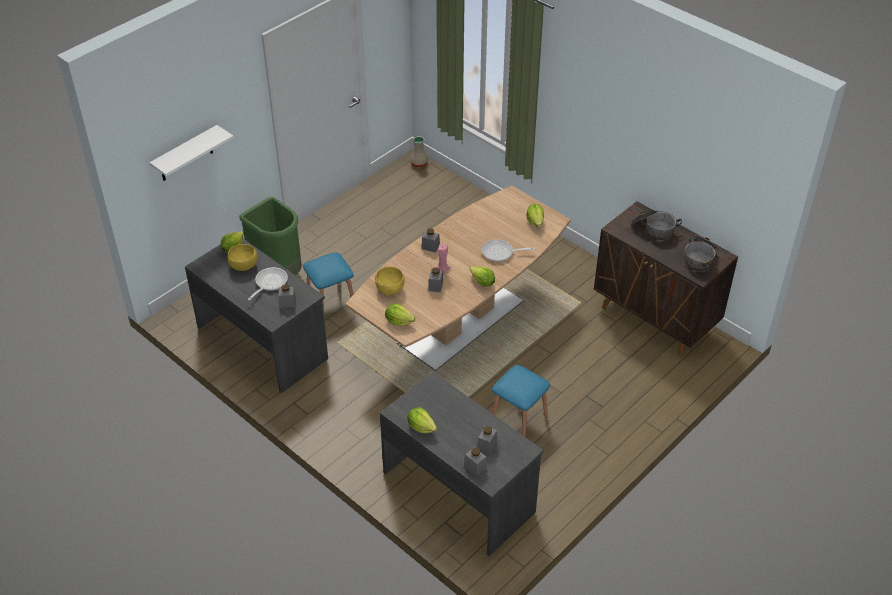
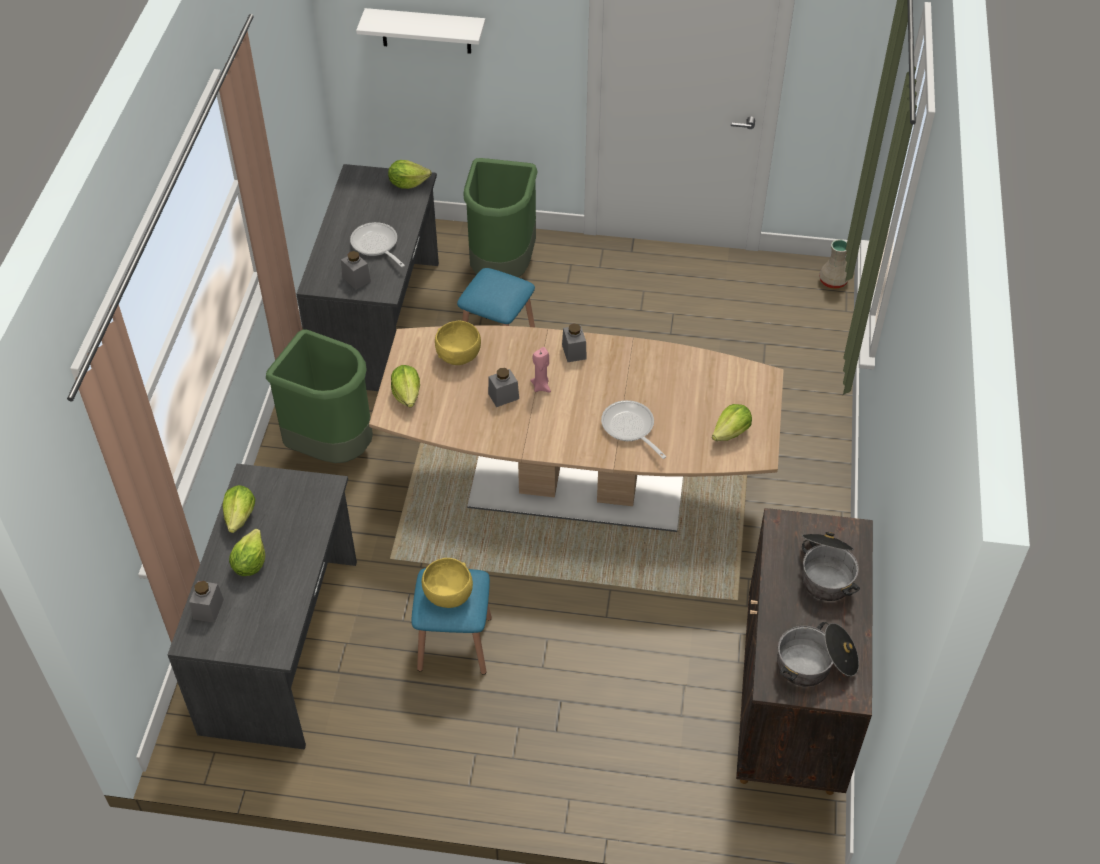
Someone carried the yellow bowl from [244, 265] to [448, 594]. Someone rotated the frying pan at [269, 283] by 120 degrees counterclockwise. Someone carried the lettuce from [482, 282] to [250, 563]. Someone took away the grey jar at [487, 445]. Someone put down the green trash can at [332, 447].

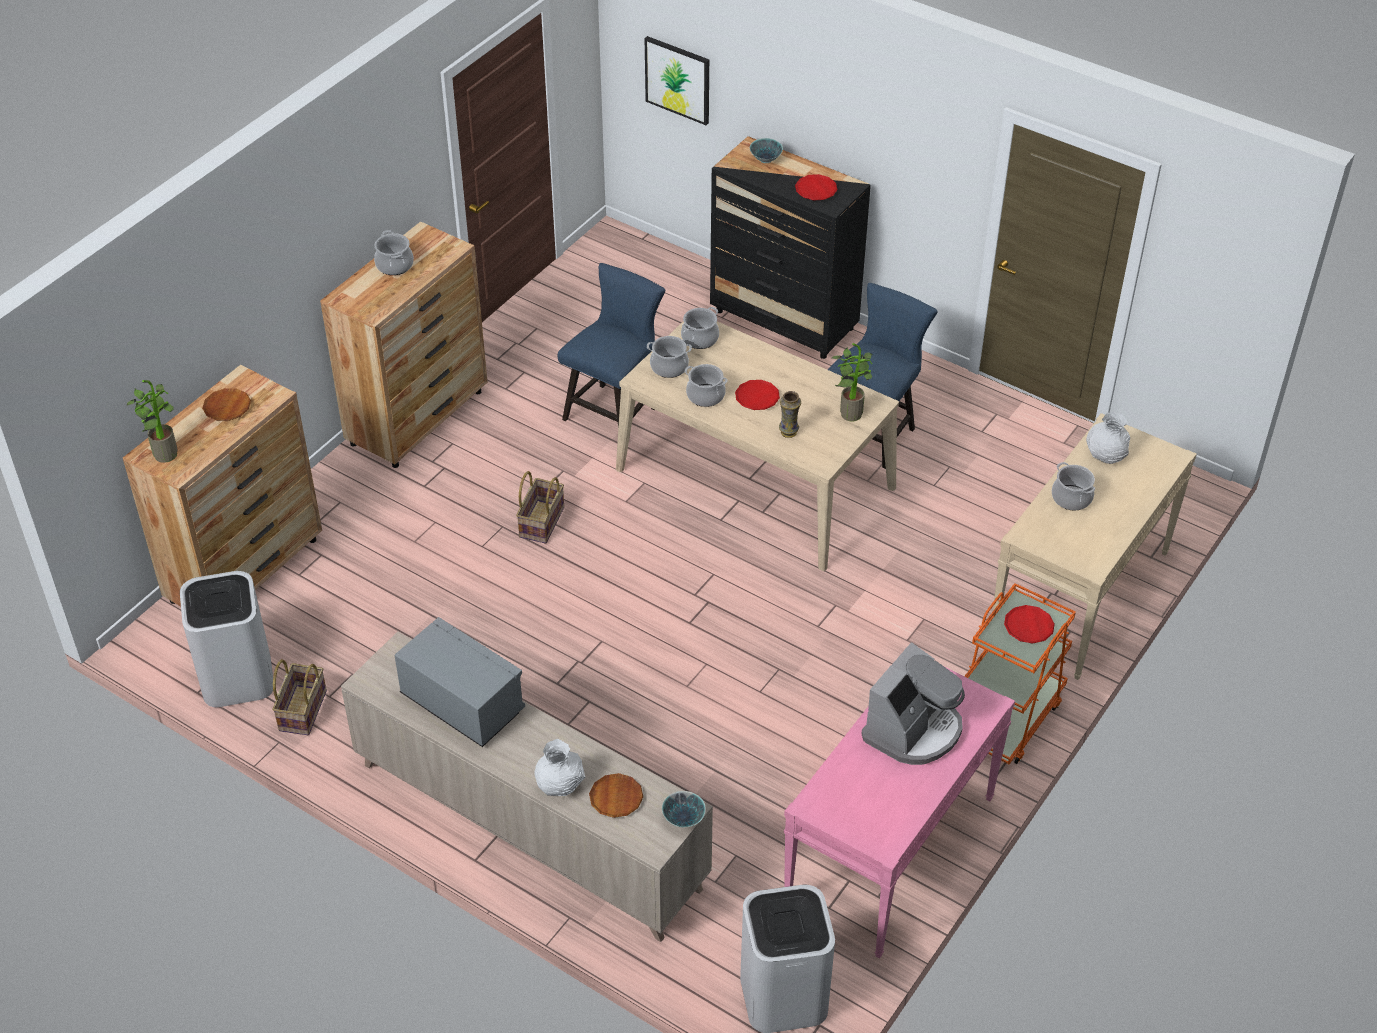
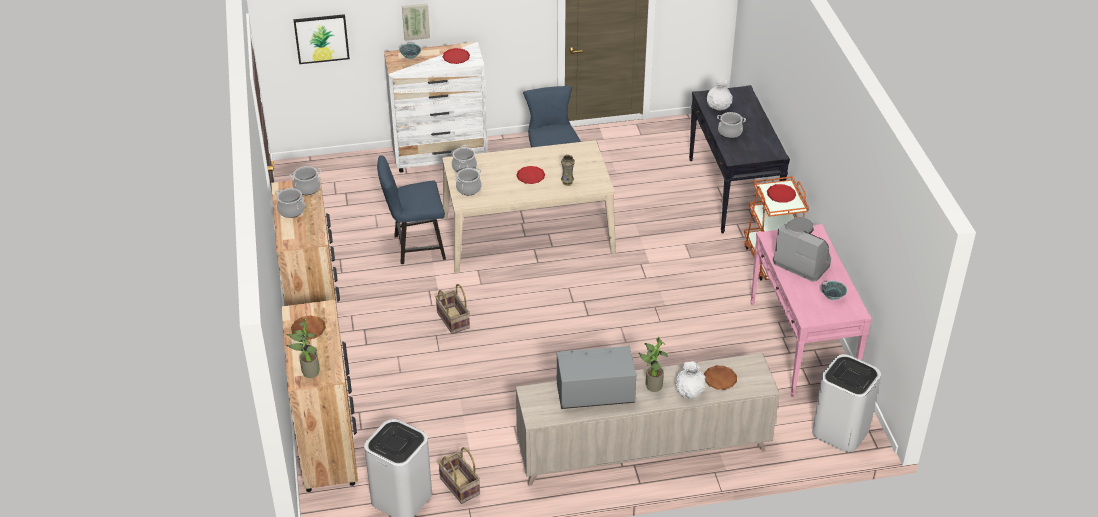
Someone rotated the blue chair at [615, 410] by 90 degrees counterclockwise. Someone carried the bowl from [683, 820] to [832, 297]. Someone carried the cooking pot from [705, 396] to [307, 188]. Someone repainted the black dresser at [784, 321], which became the white dresser at [440, 157]. Someone carried the potted plant from [850, 412] to [651, 385]. Someone rotated the coffee machine at [913, 730] by 45 degrees counterclockwise. Someone repainted the beige console table at [1080, 595], which became the black console table at [733, 192]. Someone put up the picture at [415, 21].

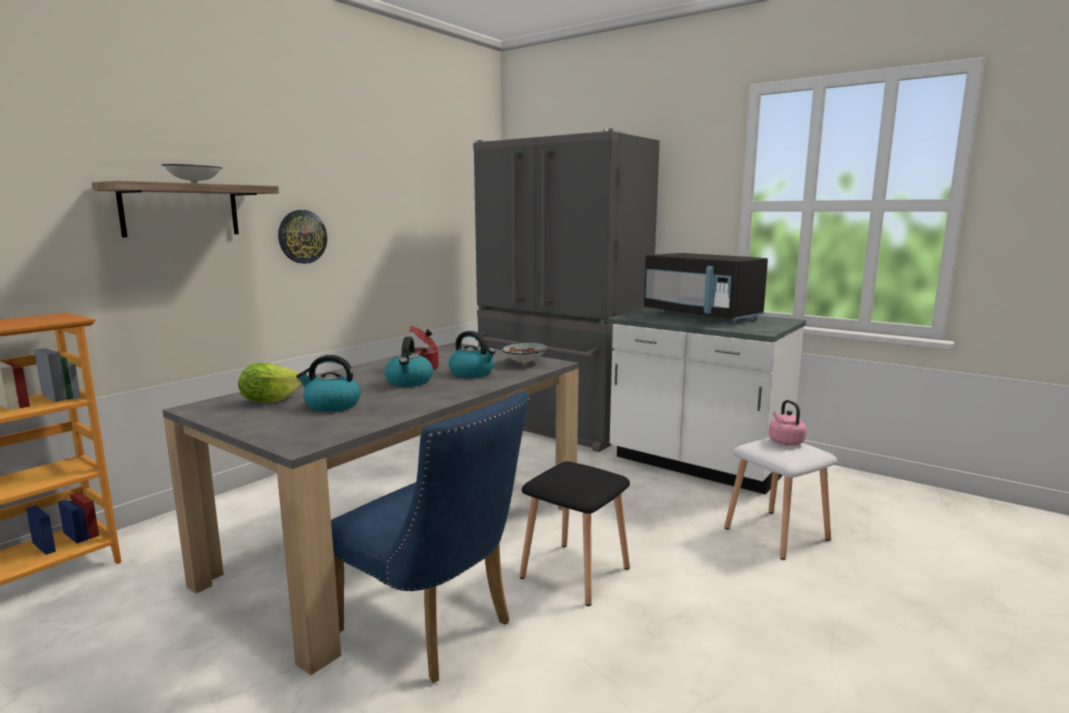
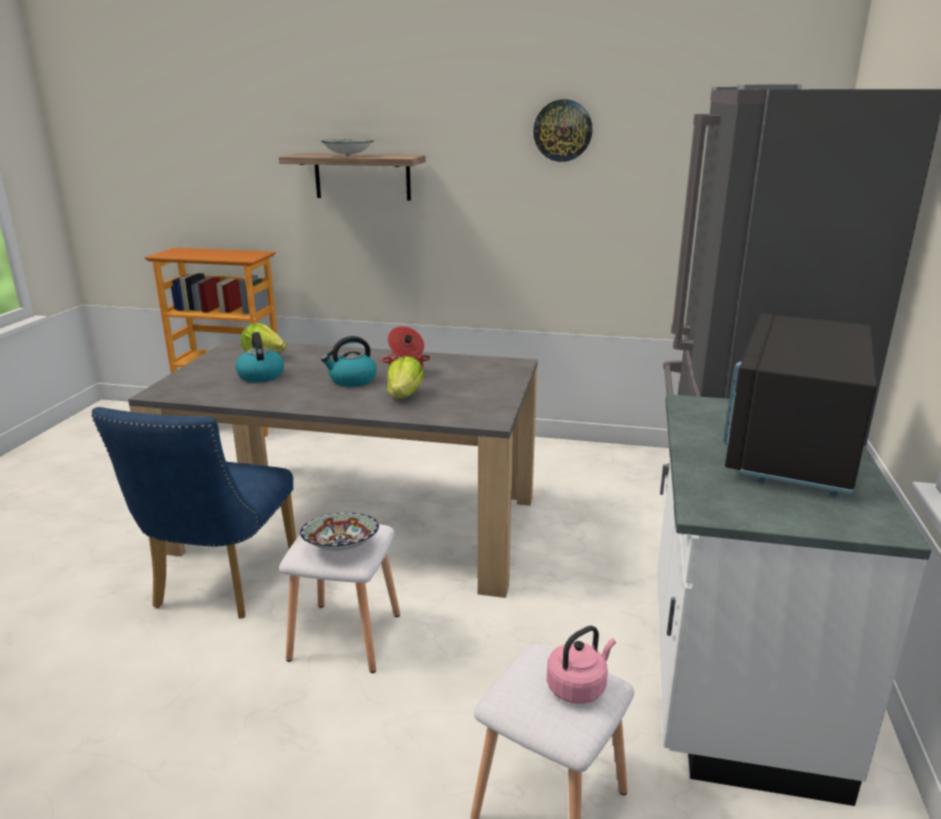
Someone carried the wall clock from [302, 236] to [562, 130]. Someone swapped the kettle at [472, 373] for the lettuce at [405, 395]. Someone carried the bowl from [525, 363] to [341, 547]. Someone repainted the black stool at [573, 572], which became the white stool at [345, 635].

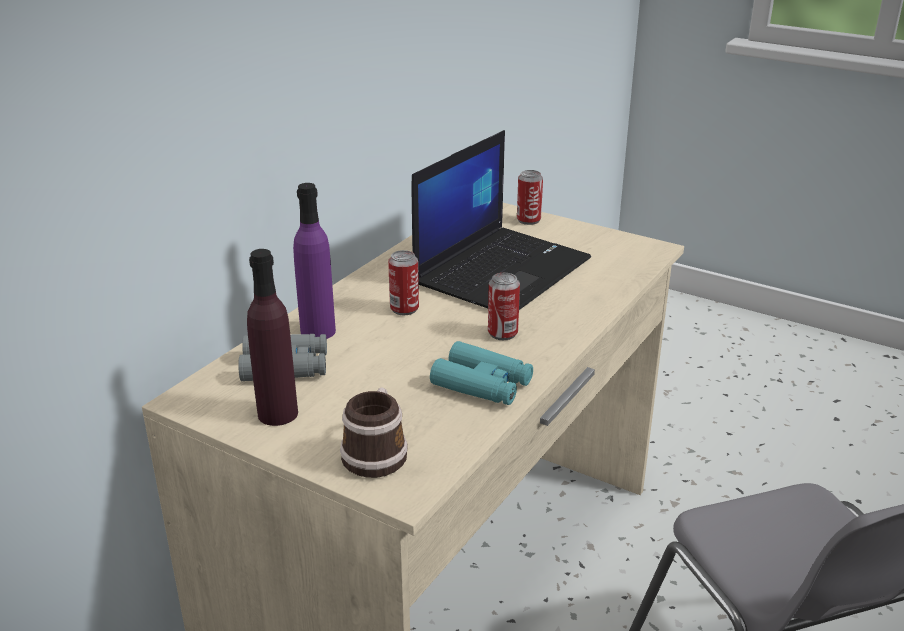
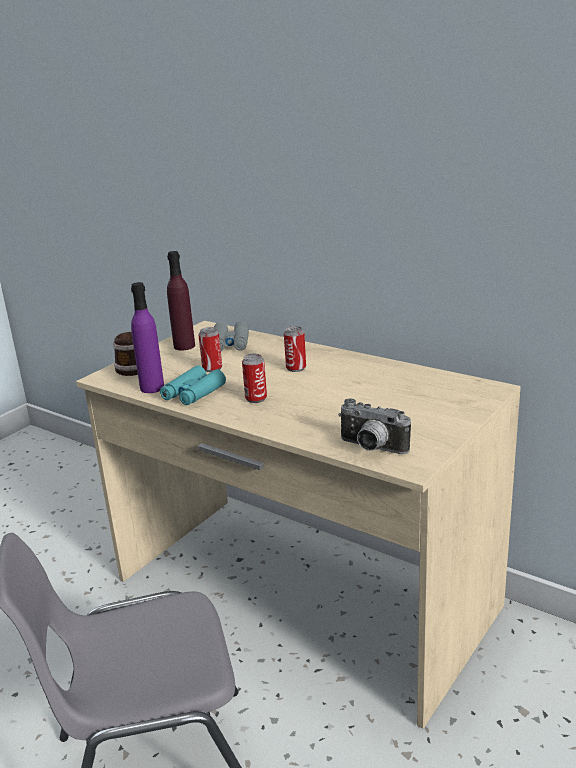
Someone carried the purple bottle from [318, 331] to [152, 388]. Someone took away the laptop at [502, 270]. Someone carried the can from [528, 220] to [212, 368]. Someone put down the photo camera at [371, 448].

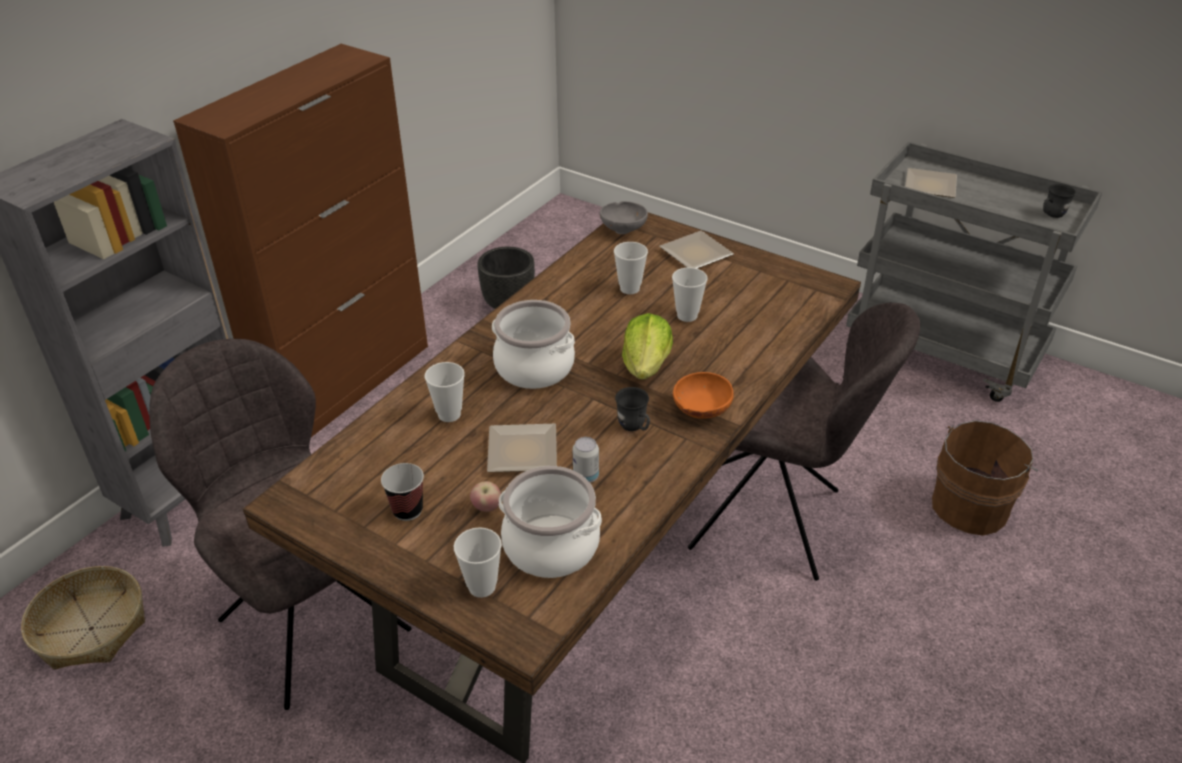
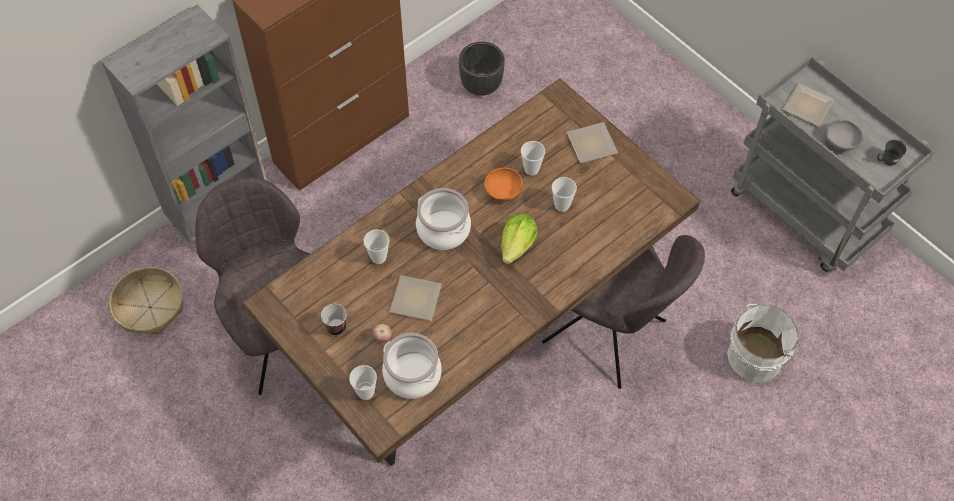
Someone took away the can at [586, 476]. Someone carried the grey bowl from [624, 229] to [840, 142]. Someone took away the grey mug at [635, 427]. Someone carried the orange bowl from [700, 410] to [502, 191]. Someone repainted the brown bucket at [972, 505], which became the white bucket at [757, 356].

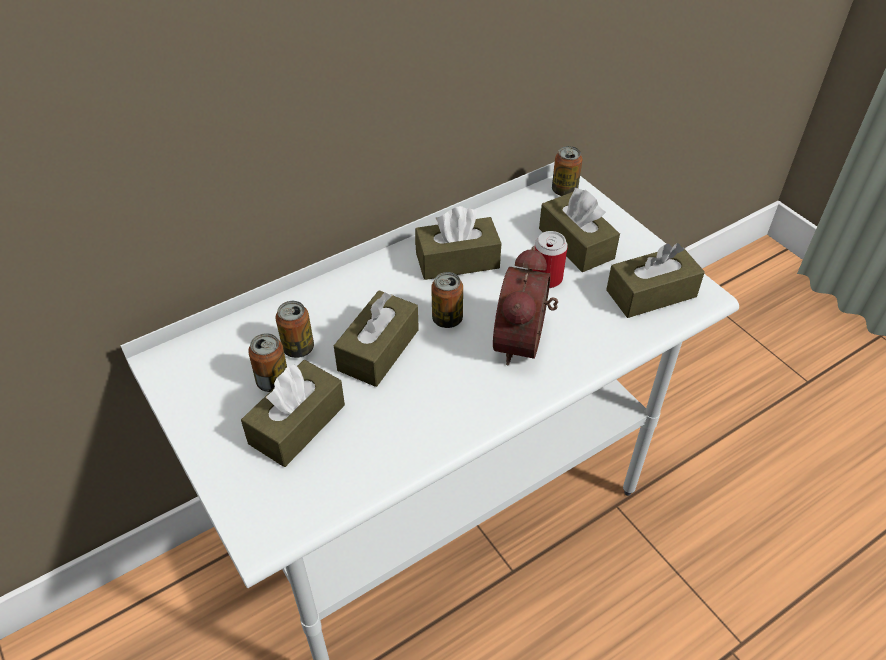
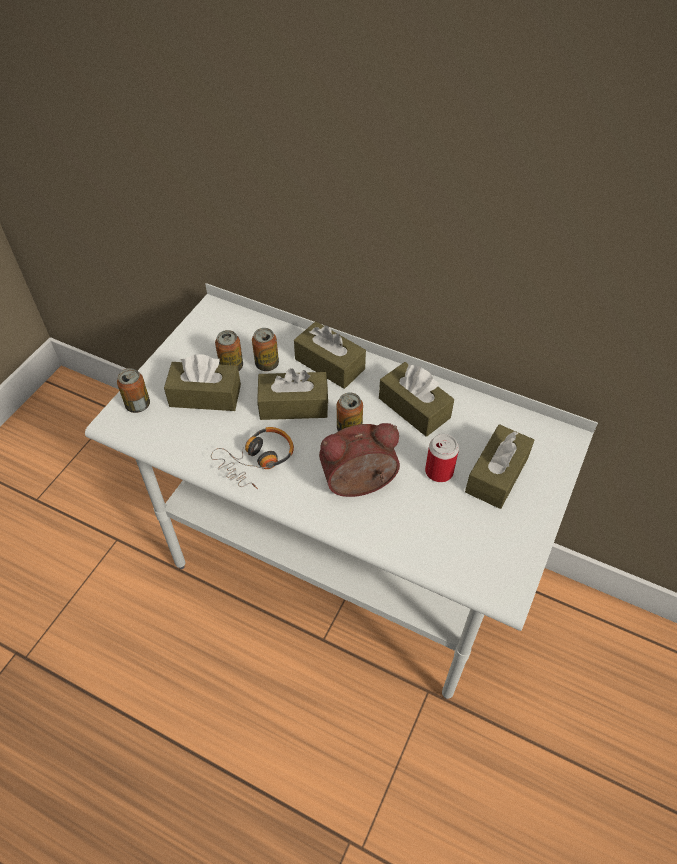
Someone carried the can from [564, 190] to [138, 405]. Someone carried the brown tissue box from [651, 293] to [329, 364]. Someone put down the headphones at [257, 461].

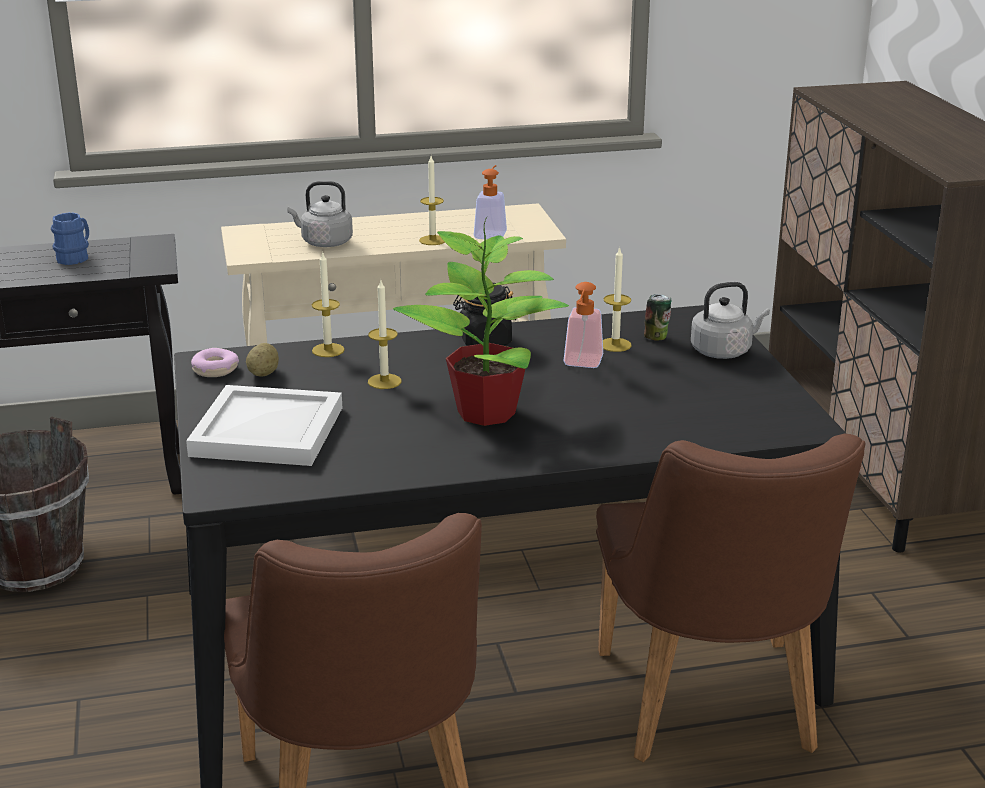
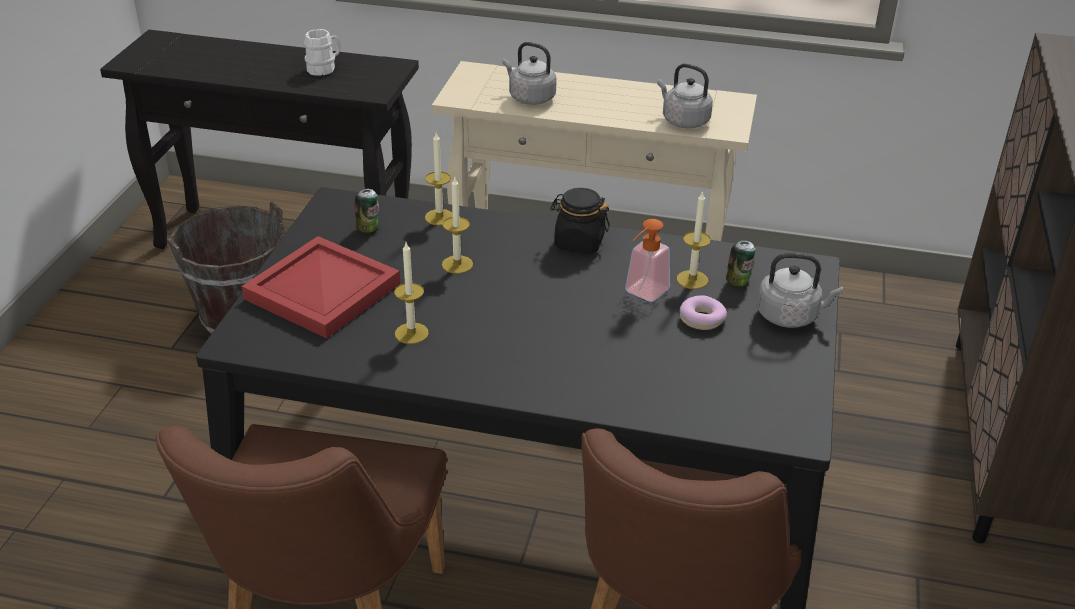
Someone repainted the blue mug at [75, 257], which became the white mug at [324, 68]. Someone repainted the white tray at [269, 432], which became the red tray at [323, 292]. Someone carried the donut from [215, 370] to [702, 319]. Someone swapped the potato at [263, 373] for the can at [369, 228]. Someone took away the potted plant at [488, 412]. Someone carried the candle from [432, 240] to [411, 333]. Someone swapped the soap dispenser at [491, 233] for the grey kettle at [683, 120].

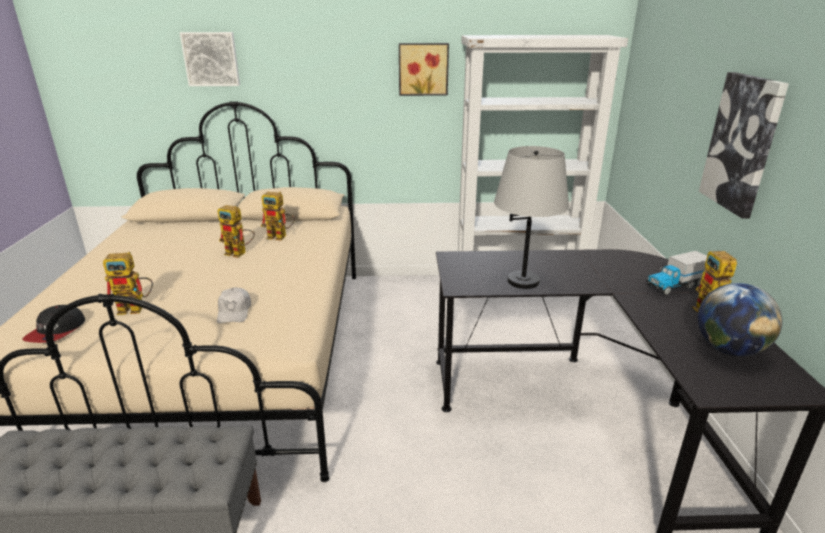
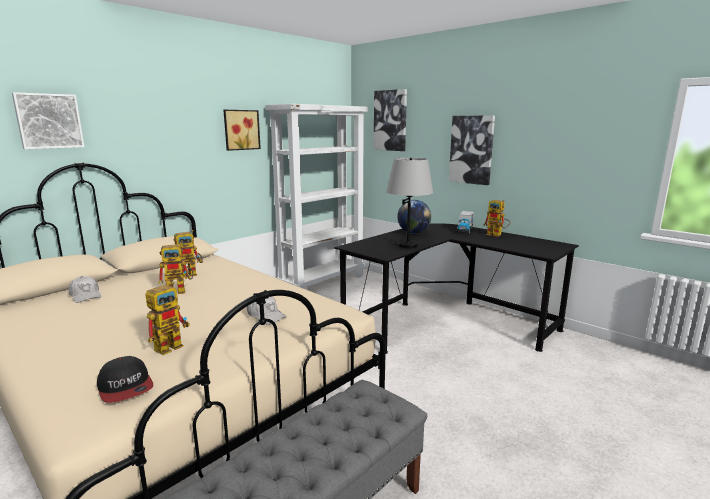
Someone carried the globe from [729, 349] to [413, 233]. Someone put down the white cap at [86, 295]. Someone put up the picture at [390, 120].

